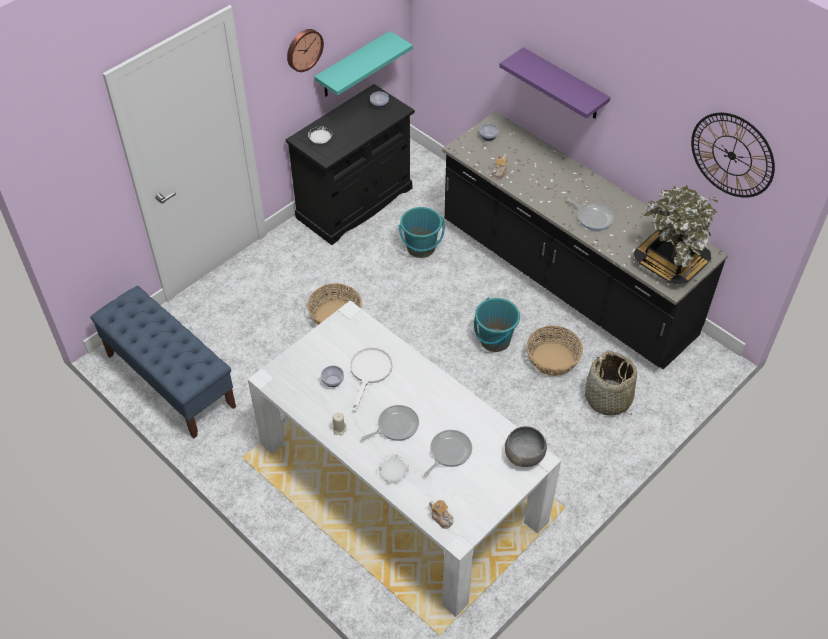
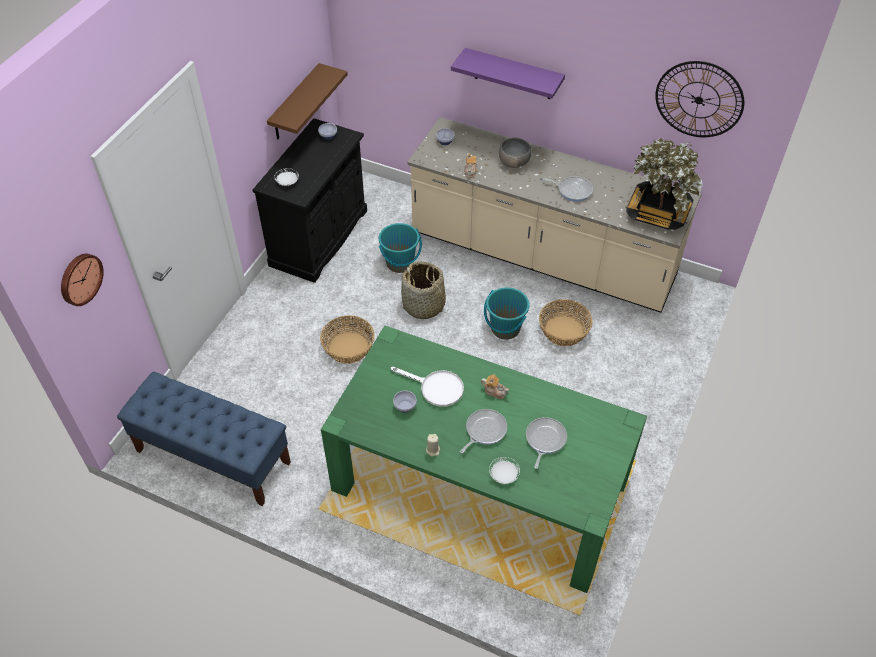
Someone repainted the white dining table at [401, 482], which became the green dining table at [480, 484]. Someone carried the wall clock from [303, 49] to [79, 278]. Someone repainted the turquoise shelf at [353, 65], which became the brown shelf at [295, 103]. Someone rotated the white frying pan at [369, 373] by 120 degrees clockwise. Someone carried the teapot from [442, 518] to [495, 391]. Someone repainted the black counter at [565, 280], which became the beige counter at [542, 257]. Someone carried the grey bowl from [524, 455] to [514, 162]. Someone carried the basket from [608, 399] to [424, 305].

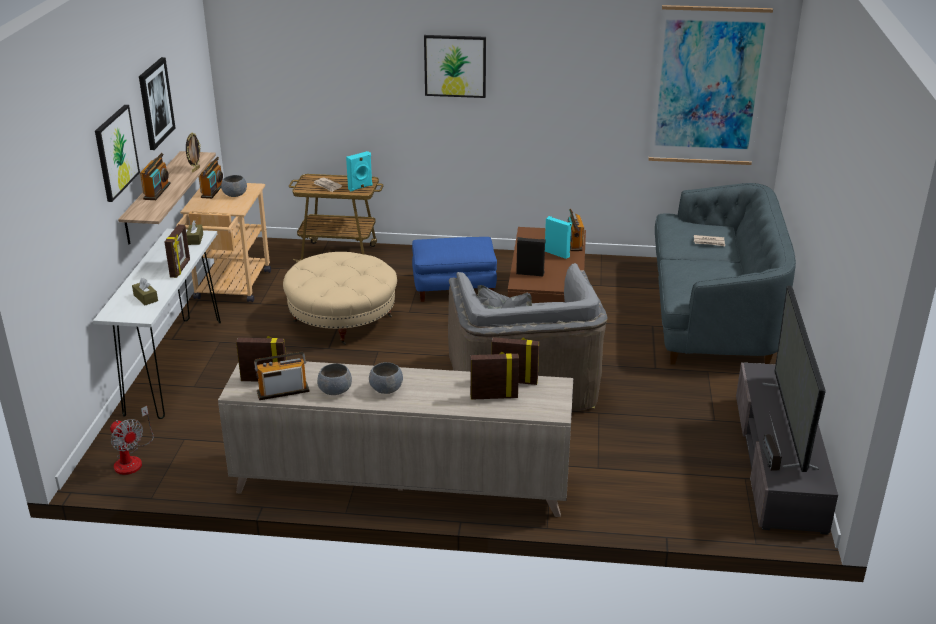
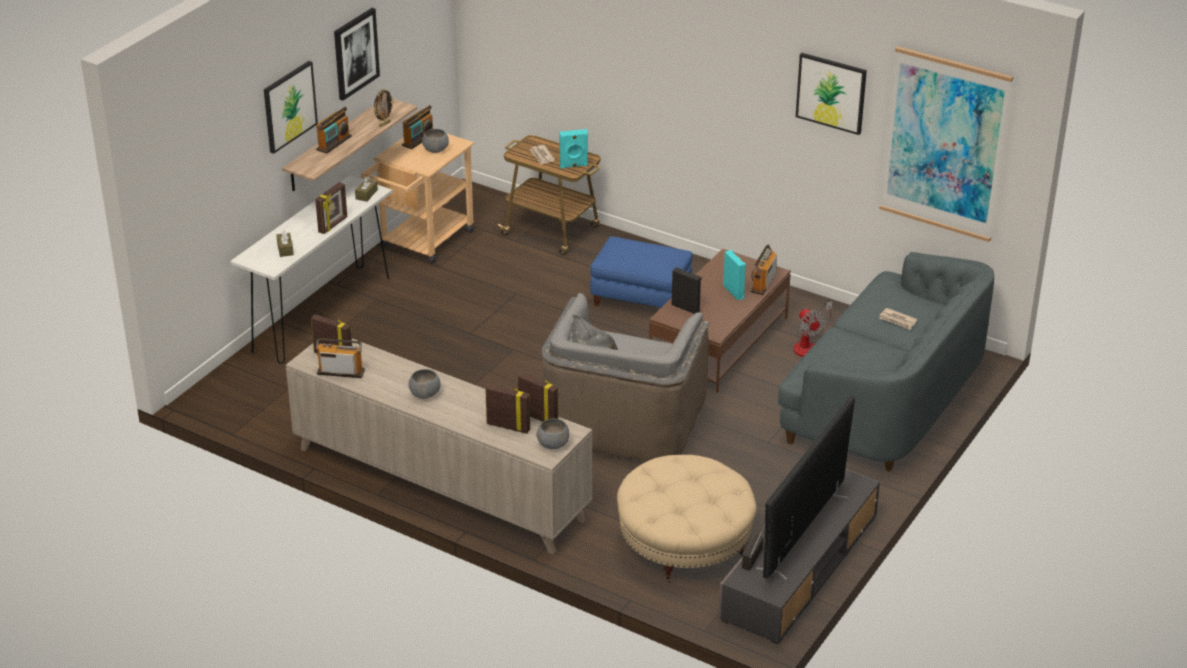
Someone carried the fan from [132, 459] to [809, 345]. Someone carried the beige ottoman from [342, 320] to [684, 544]. Someone carried the grey bowl from [335, 390] to [553, 444]. Someone carried the picture from [455, 66] to [831, 93].

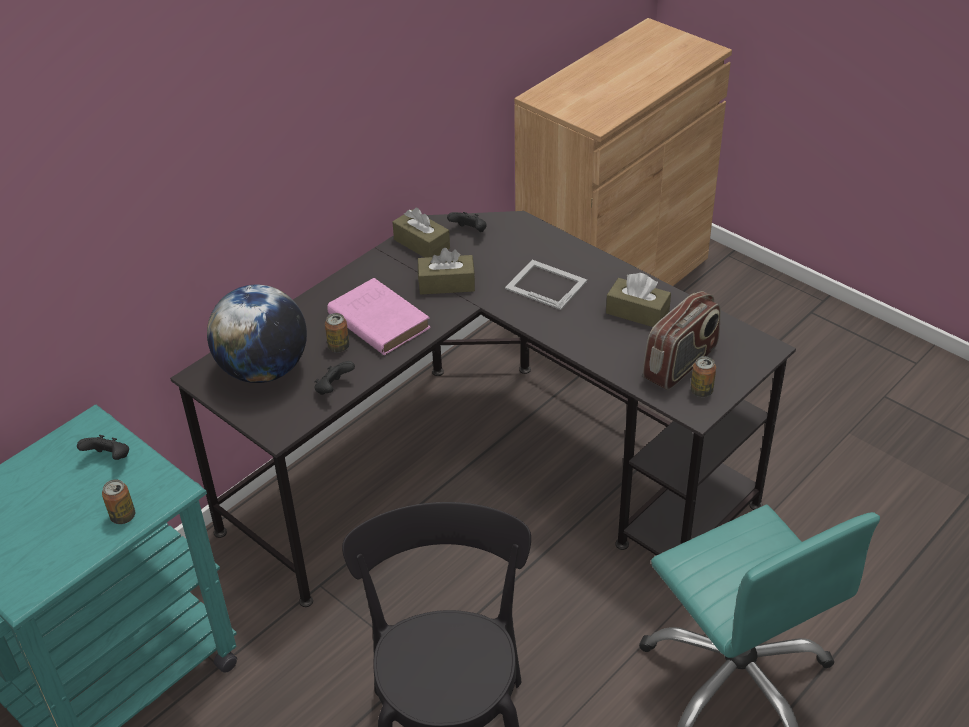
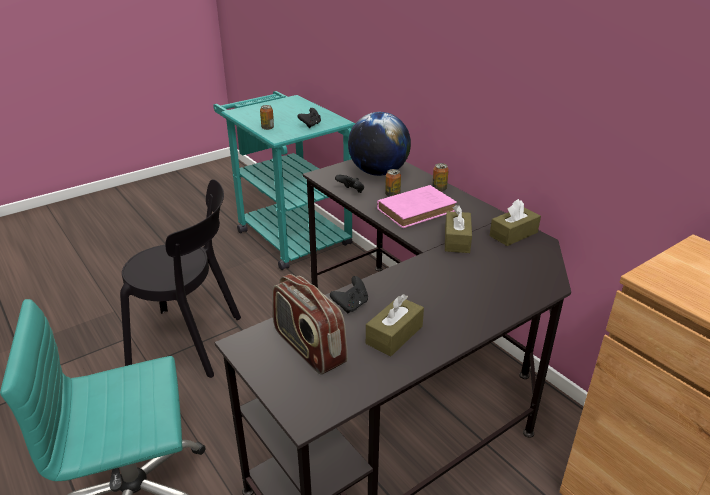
Someone carried the black game controller from [469, 232] to [351, 305]. Someone took away the picture frame at [545, 284]. Someone carried the can from [701, 391] to [439, 189].

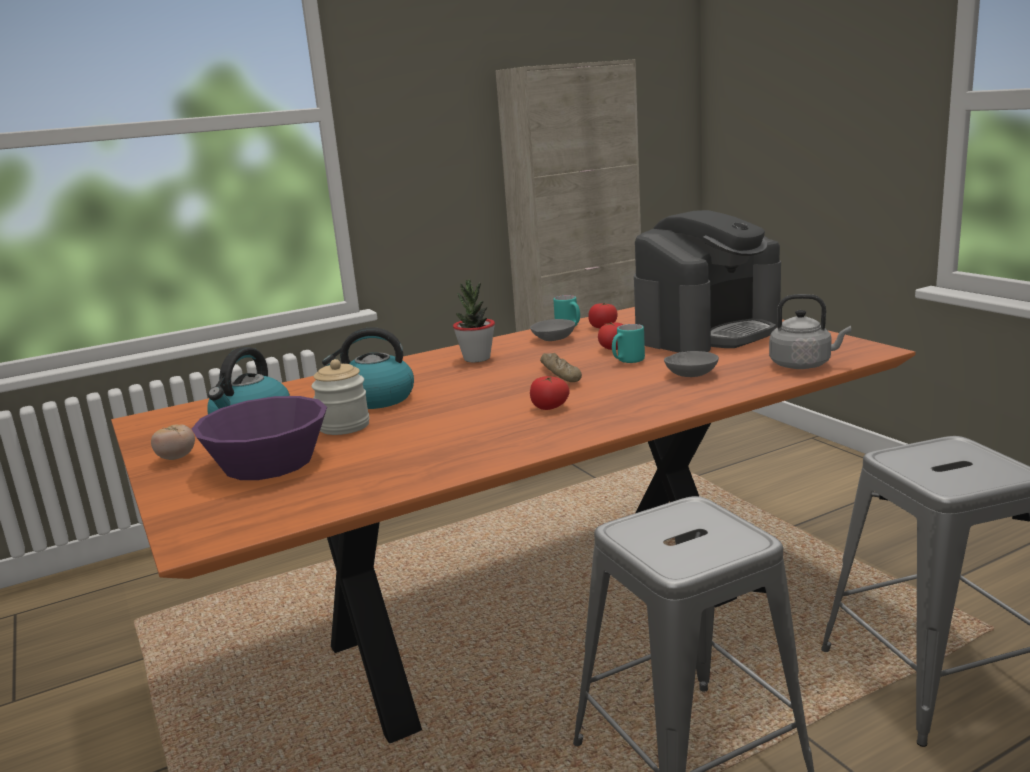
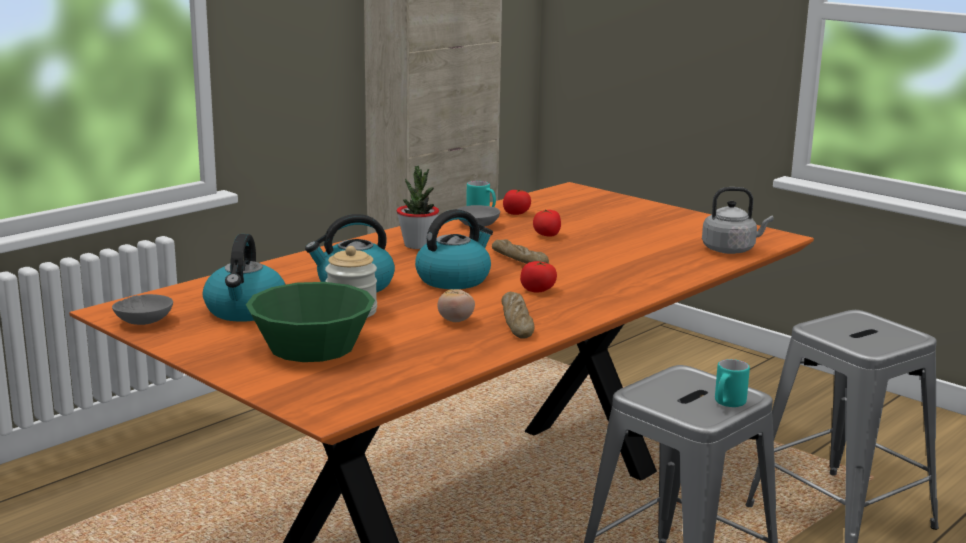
Someone carried the tomato from [176, 458] to [455, 320]. Someone repainted the purple bowl at [268, 462], which became the green bowl at [311, 346]. Someone carried the turquoise mug from [627, 361] to [727, 404]. Someone took away the coffee machine at [707, 332]. Someone carried the grey bowl from [692, 375] to [144, 321]. Someone put down the kettle at [454, 279]. Someone put down the bread at [517, 323].

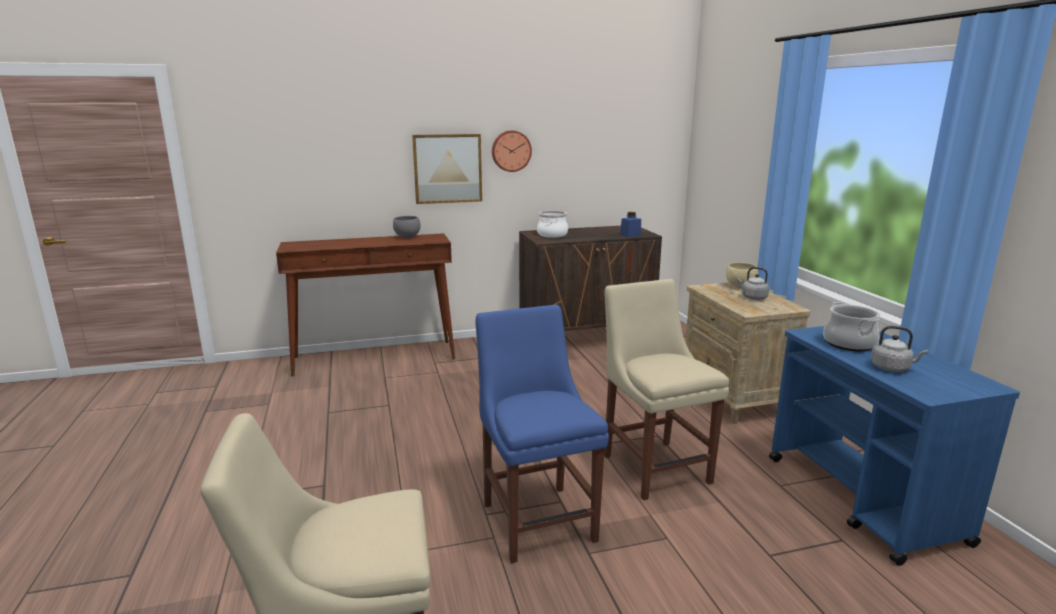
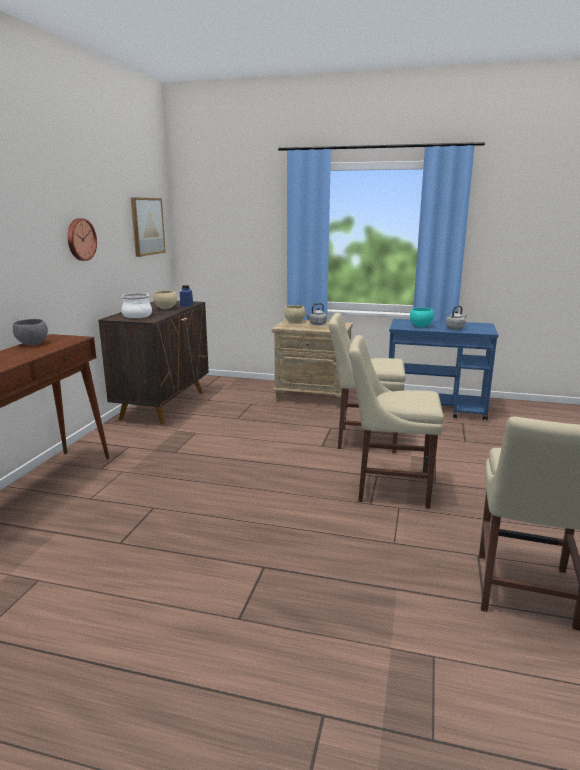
Someone carried the picture from [447, 168] to [147, 226]. Someone repainted the blue chair at [537, 518], which became the beige chair at [388, 488]. Someone swapped the cooking pot at [848, 344] for the turquoise bowl at [420, 326]. Someone put down the beige bowl at [165, 308].

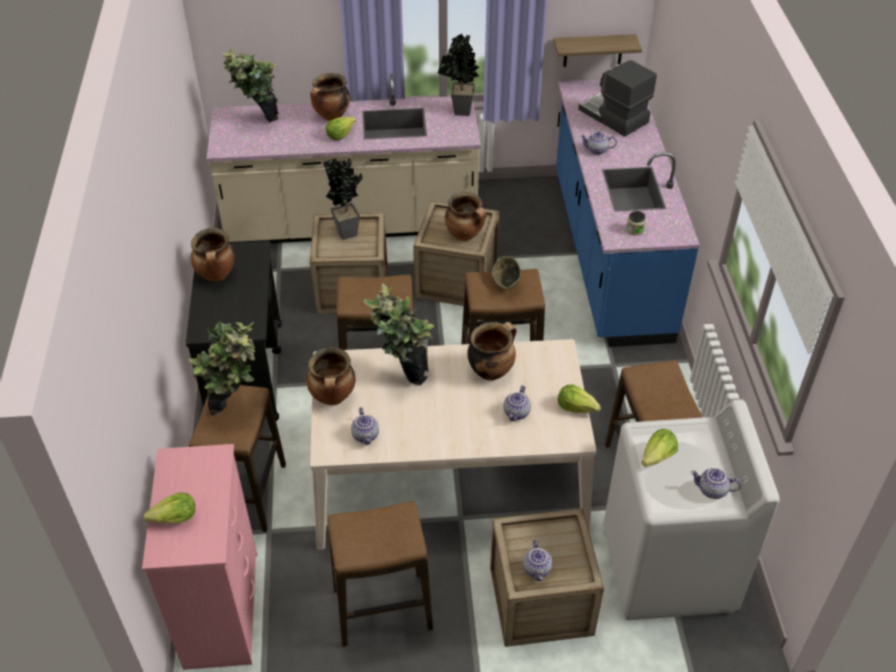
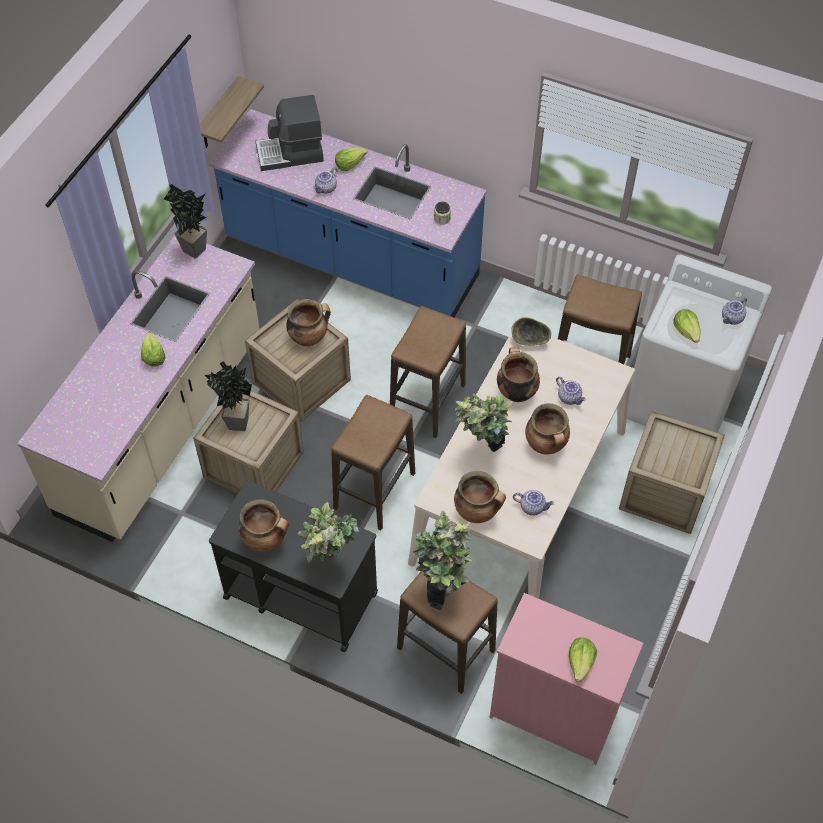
Someone carried the potted plant from [259, 123] to [330, 566]. Someone carried the cooking pot from [331, 116] to [546, 446]. Someone took away the stool at [382, 609]. Someone carried the bowl from [506, 285] to [529, 340]. Someone took away the teapot at [537, 569]. Someone carried the lettuce from [576, 407] to [349, 164].

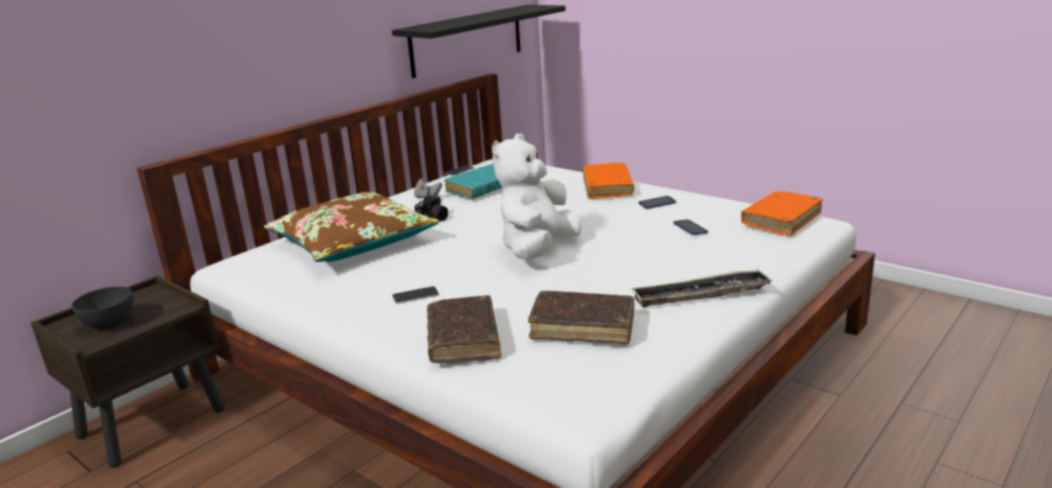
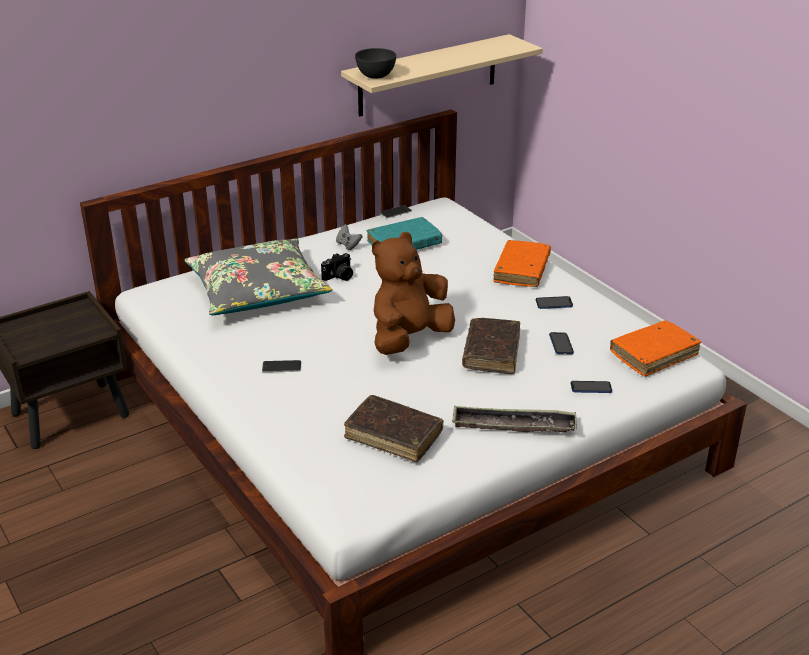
Someone carried the grey bowl from [109, 324] to [376, 76]. Someone repainted the brown pillow at [353, 243], which became the grey pillow at [257, 291]. Someone repainted the black shelf at [467, 40], which became the beige shelf at [428, 75]. Someone carried the brown book from [463, 339] to [491, 352]. Someone repainted the white plush toy at [538, 250], which became the brown plush toy at [409, 339]. Someone put down the phone at [591, 388].

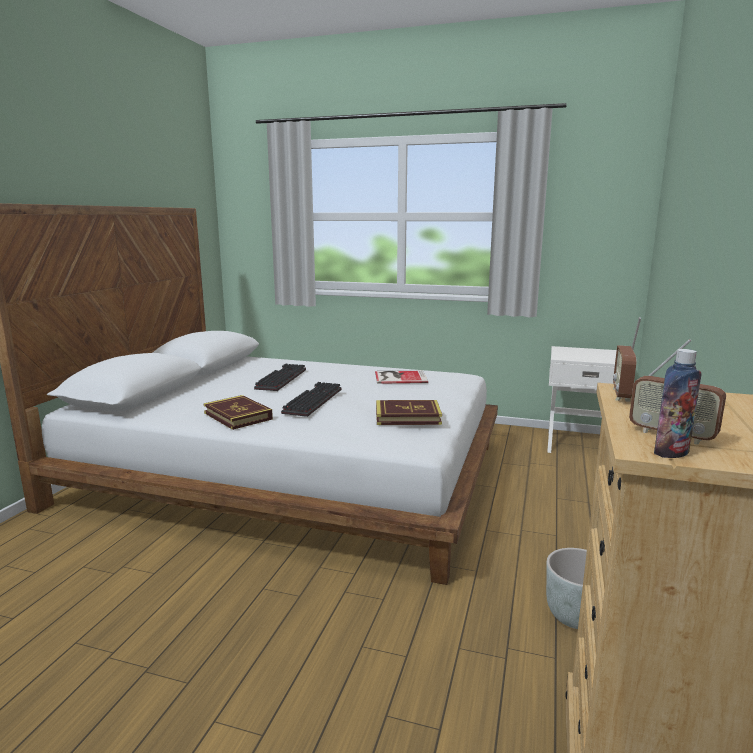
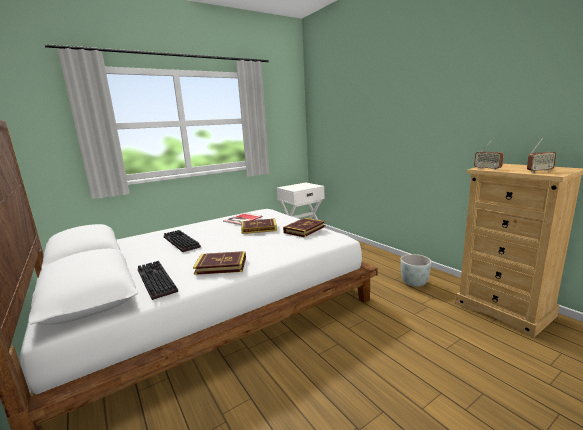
Someone carried the keyboard from [312, 400] to [154, 280]. Someone took away the bottle at [671, 452]. Someone put down the book at [259, 228].

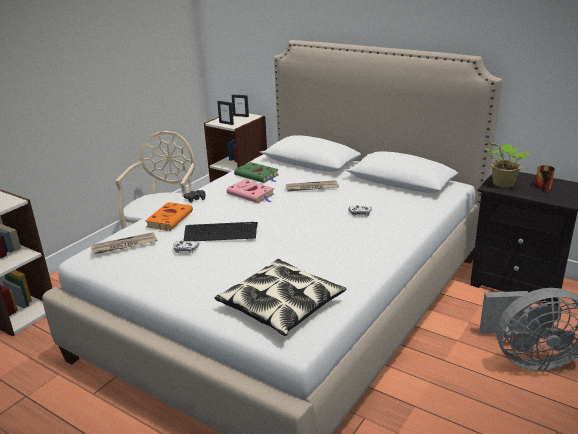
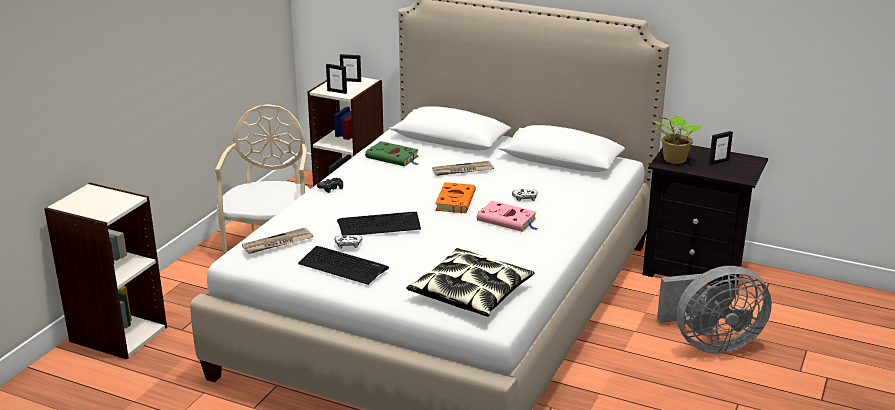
Someone carried the orange book from [170, 219] to [455, 200]. Someone carried the pink book from [252, 194] to [508, 220]. Someone swapped the mug at [545, 187] for the picture frame at [718, 162]. Someone put down the keyboard at [343, 266].

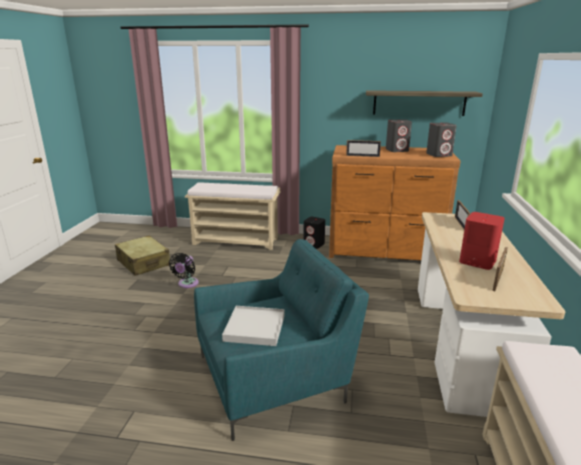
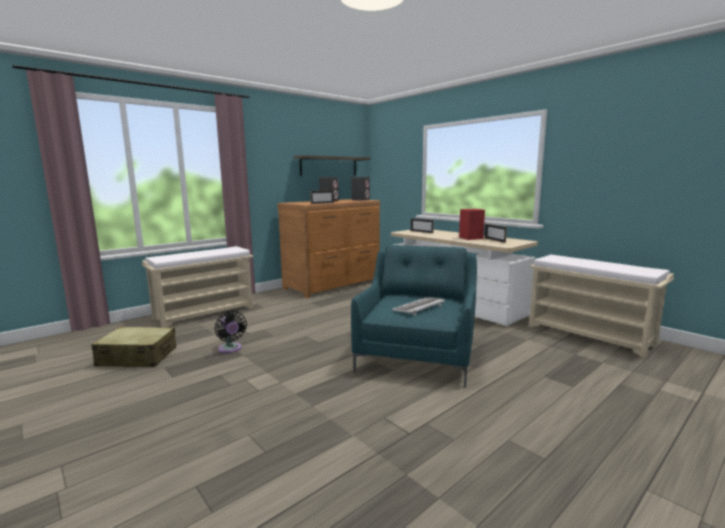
Someone swapped the white tray at [254, 328] for the keyboard at [419, 308]. Someone took away the black speaker at [314, 244].

